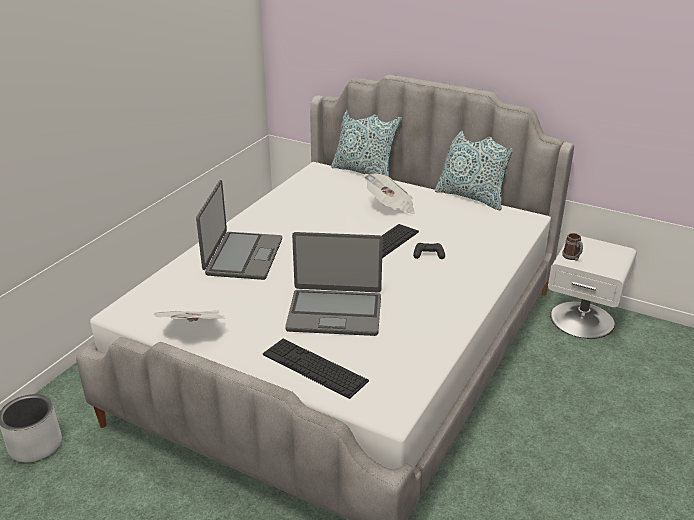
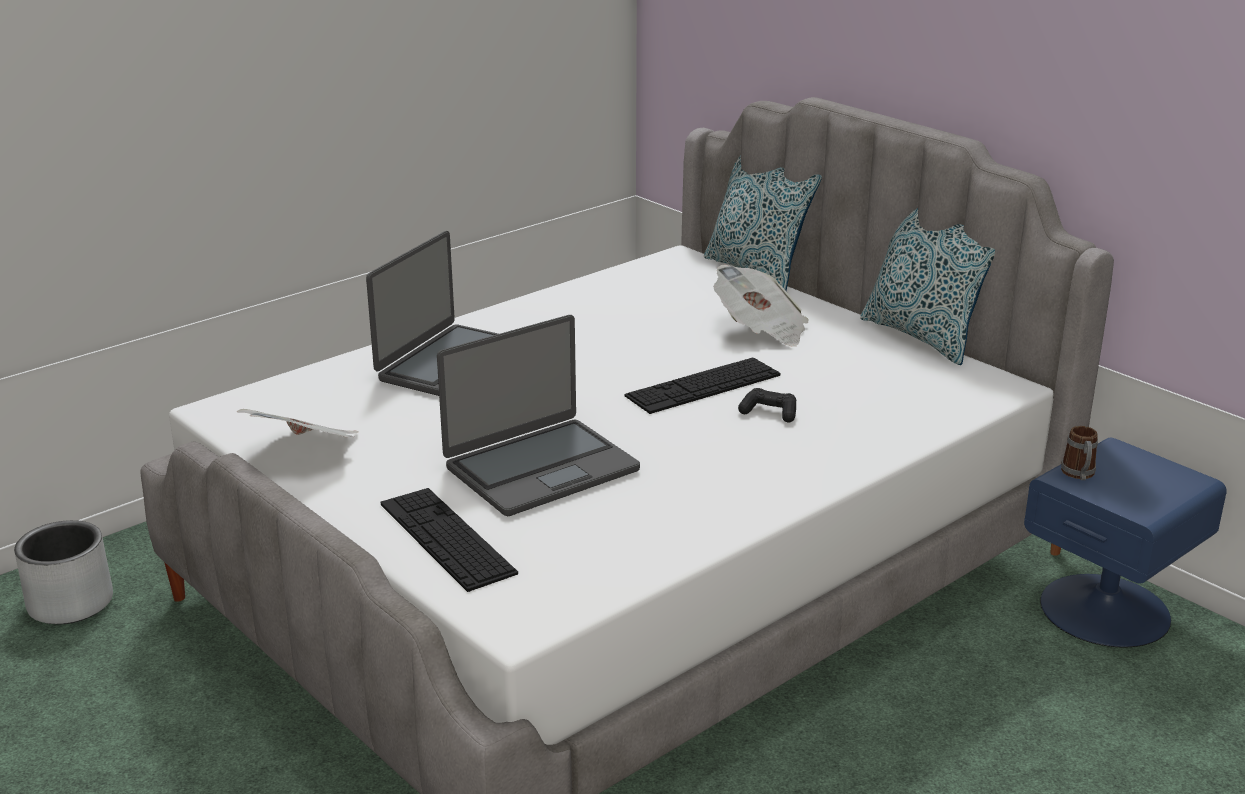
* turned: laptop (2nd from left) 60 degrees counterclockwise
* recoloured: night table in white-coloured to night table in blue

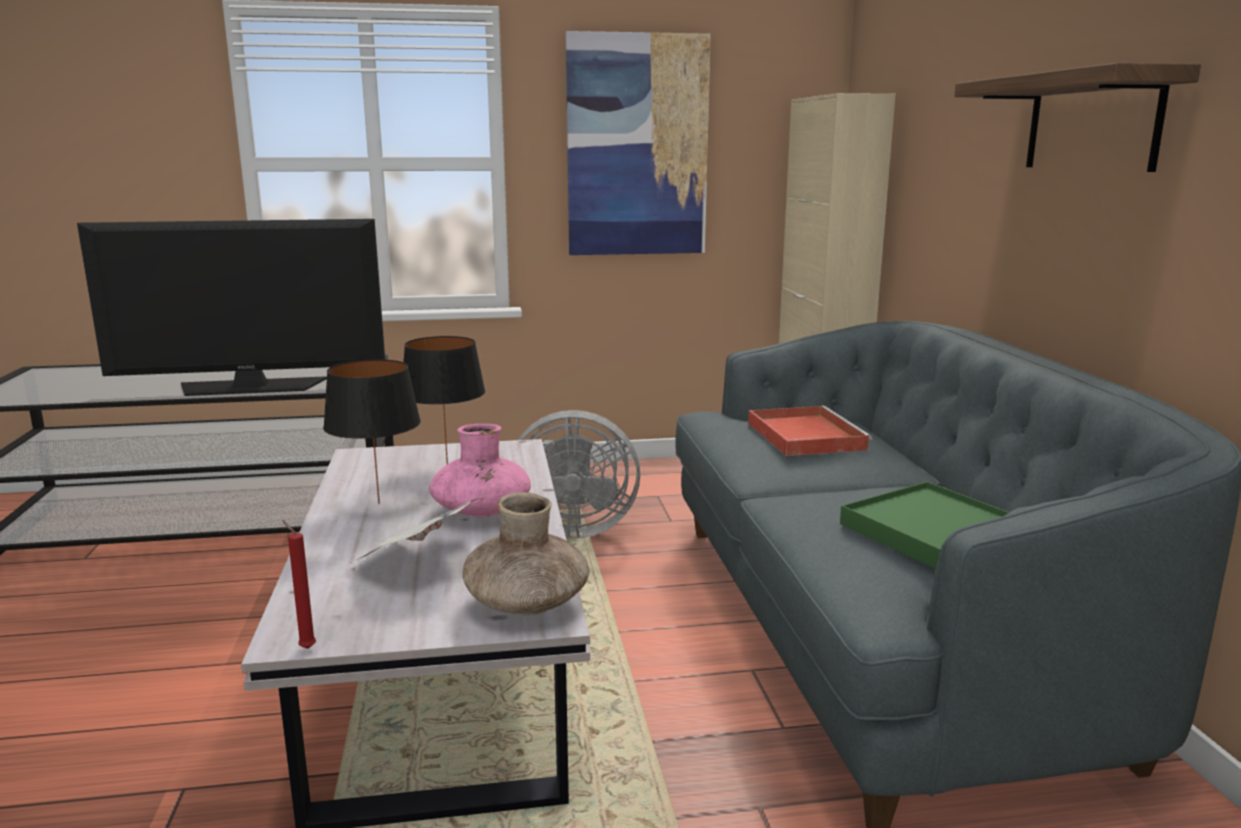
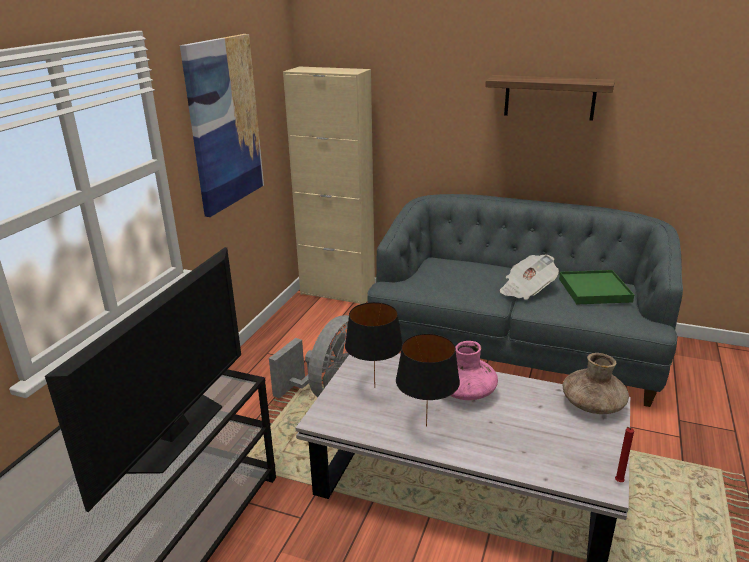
* moved: daily paper
* removed: carrying tray in red-coloured

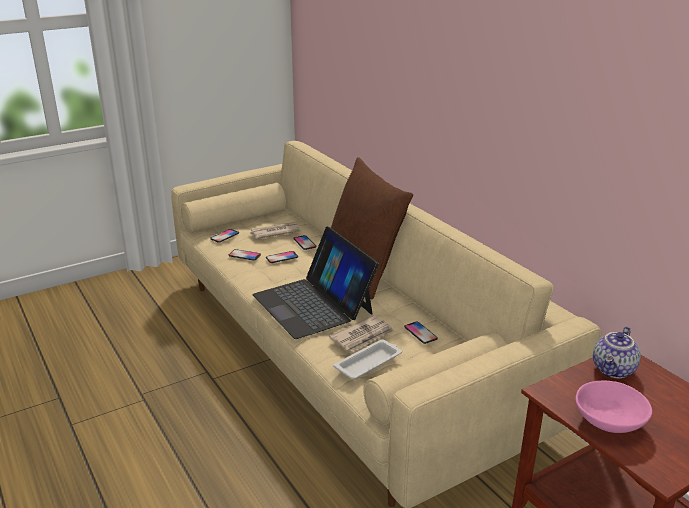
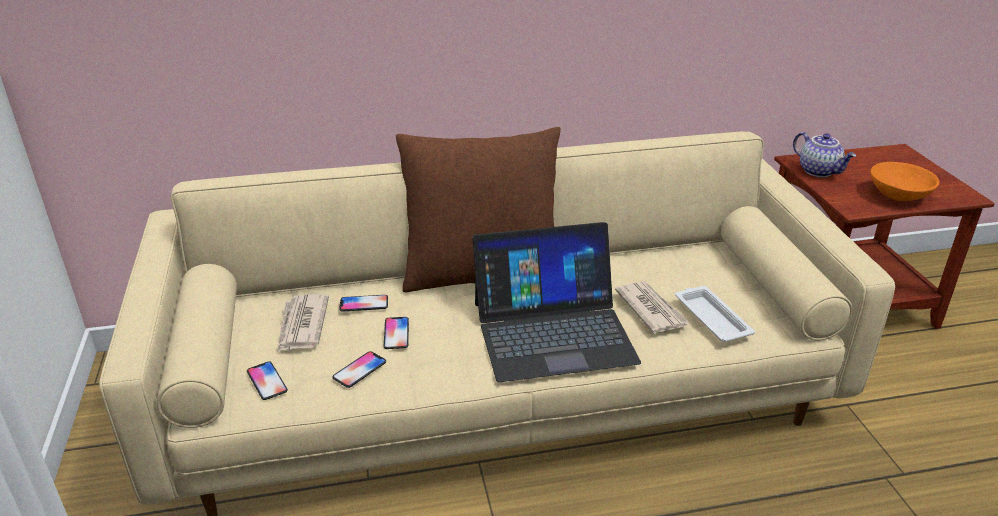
* recoloured: bowl in pink to bowl in orangey
* removed: telephone (5th from left)

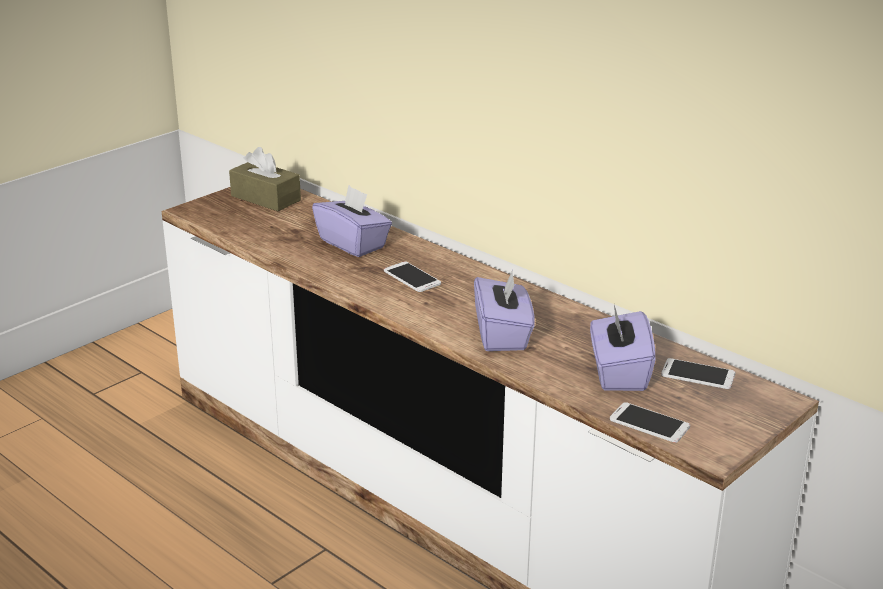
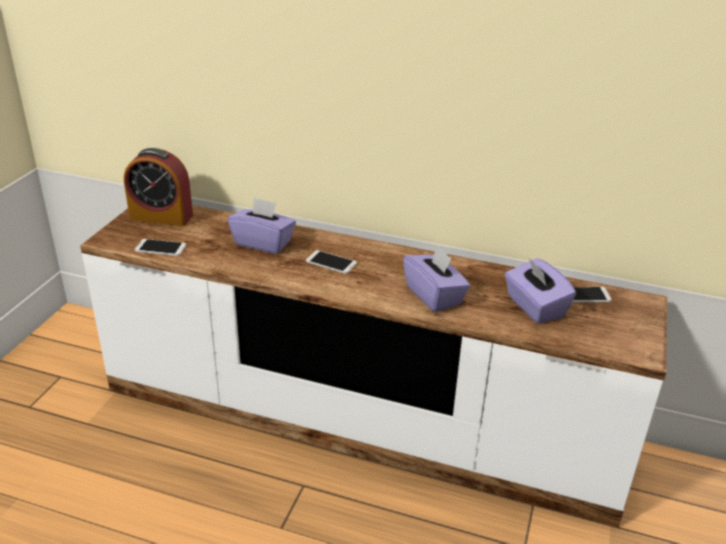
* replaced: box of tissues in brown-coloured to bedside clock
* moved: telephone (2nd from left in the first image) to telephone (1st from left)

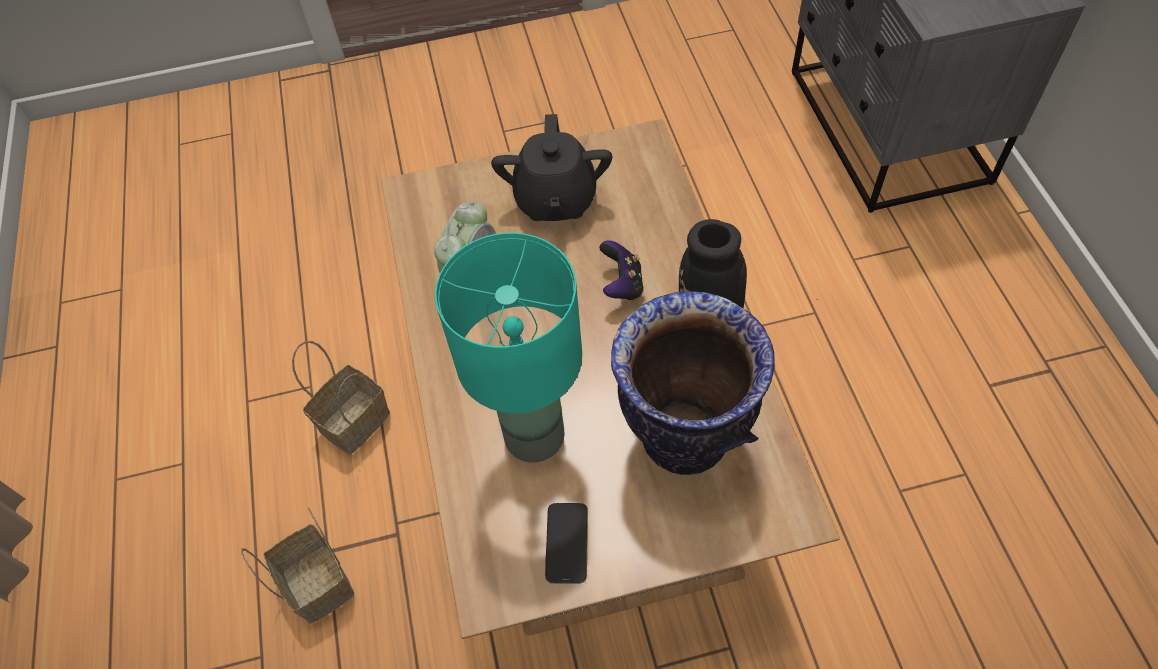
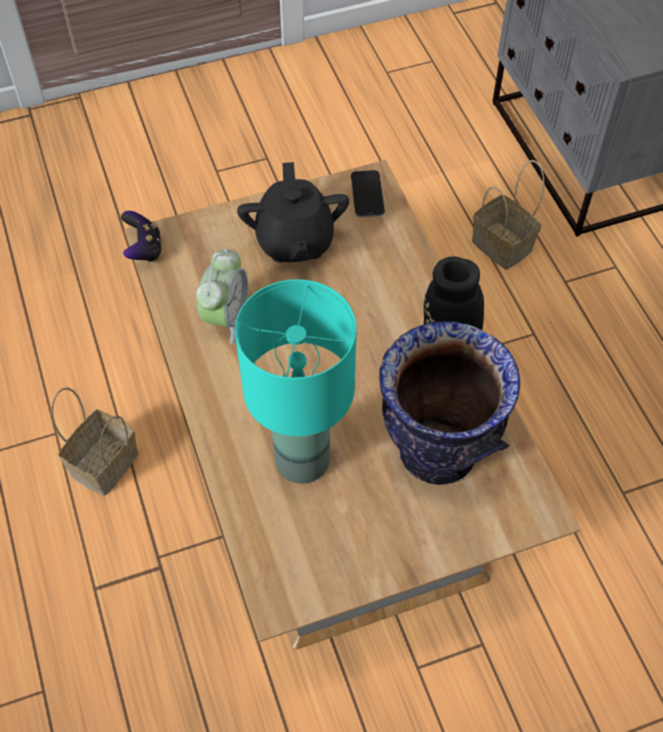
* moved: game controller
* moved: telephone
* moved: household basket (1st from left in the first image) to household basket (2nd from left)

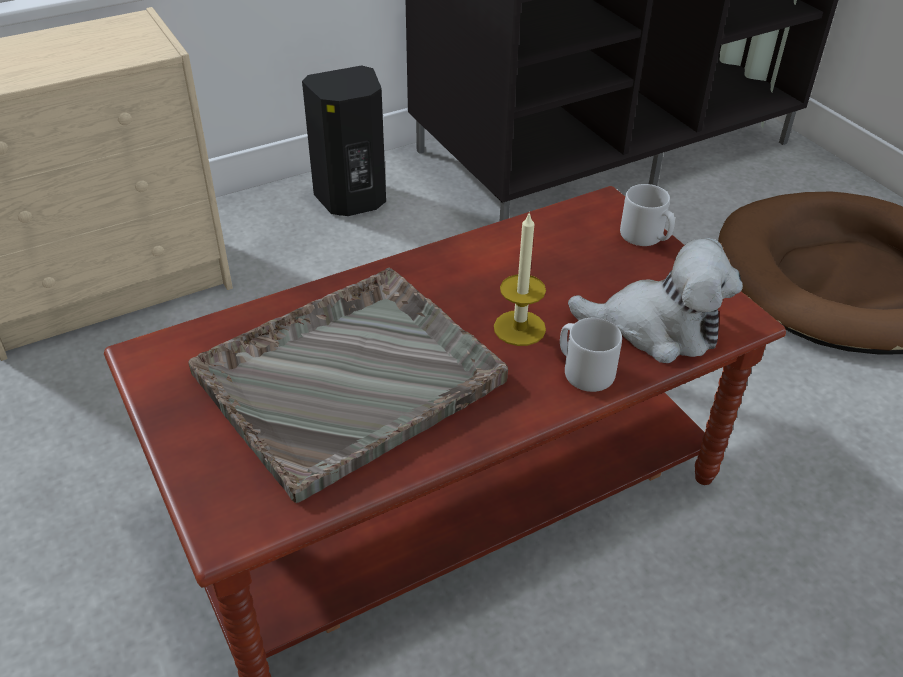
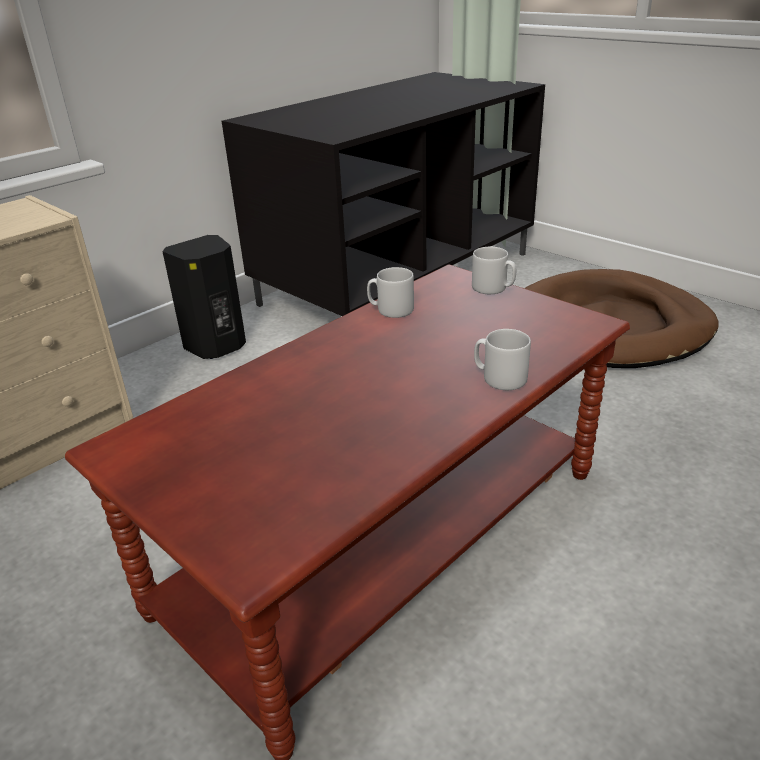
* added: coffee mug in greyish (1st from left)
* removed: carrying tray in greyish
* removed: wax candle
* removed: cuddly toy

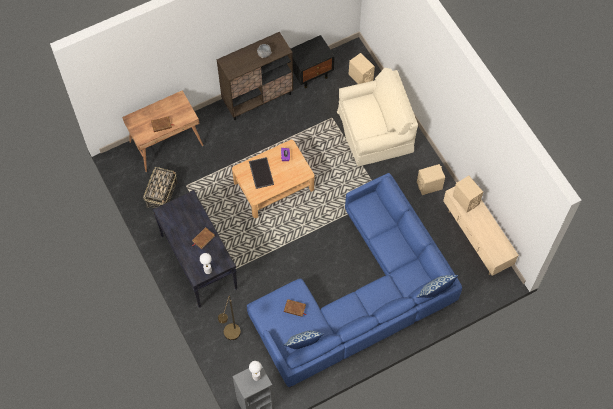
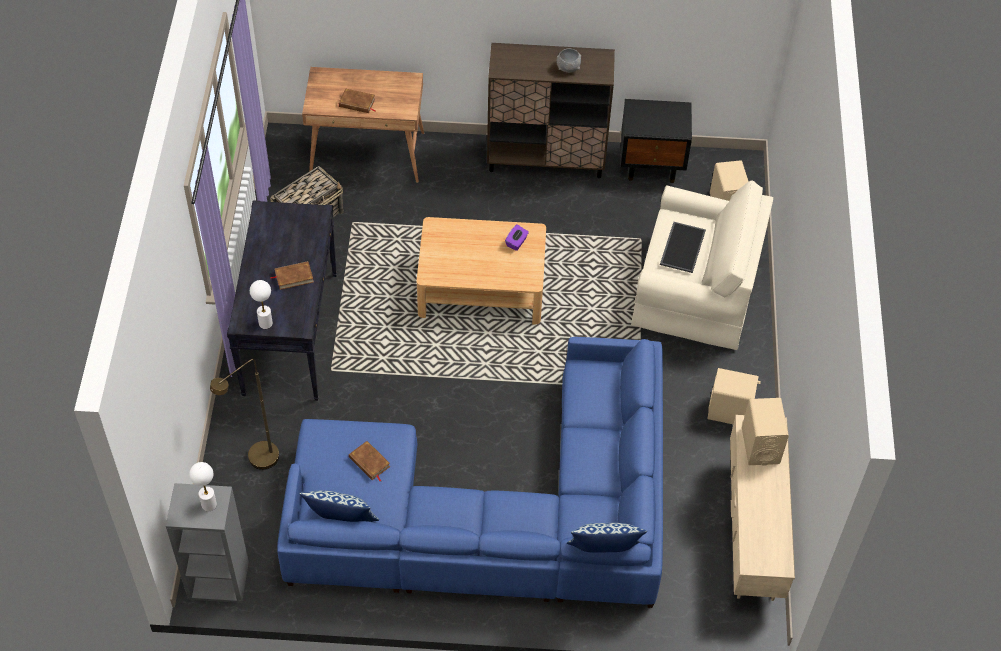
* moved: carrying tray

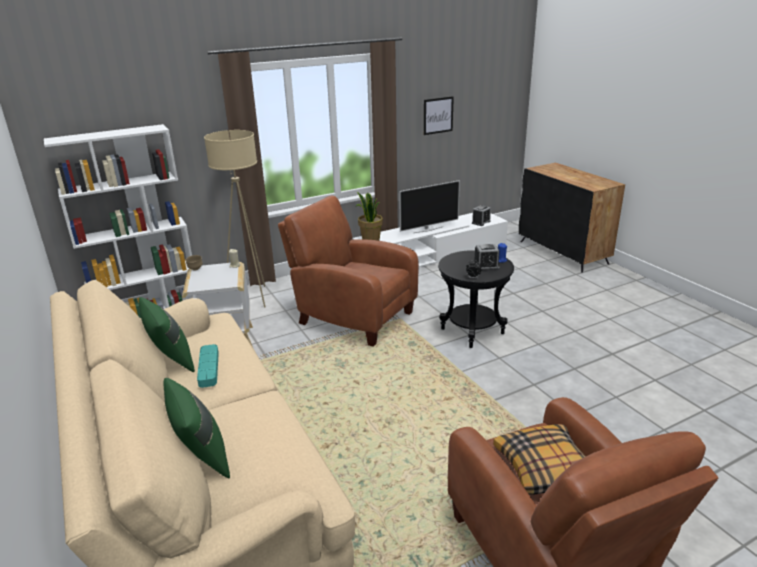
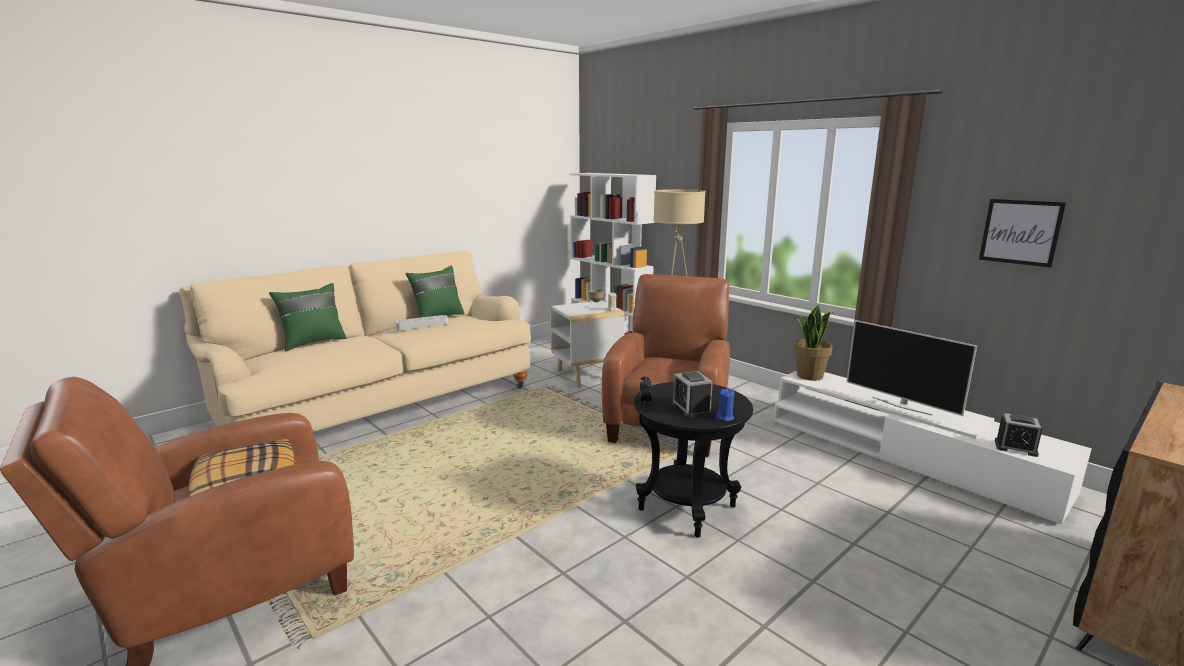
* recoloured: carrying tray in turquoise to carrying tray in greyish

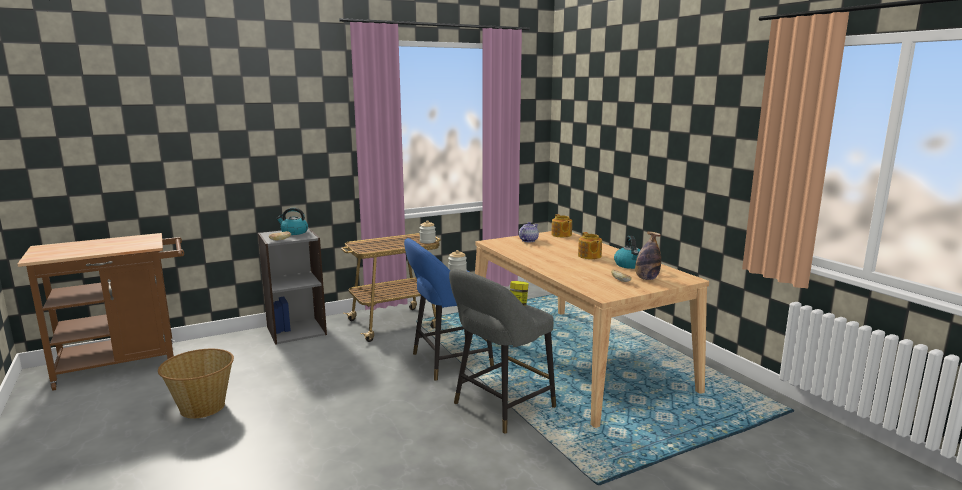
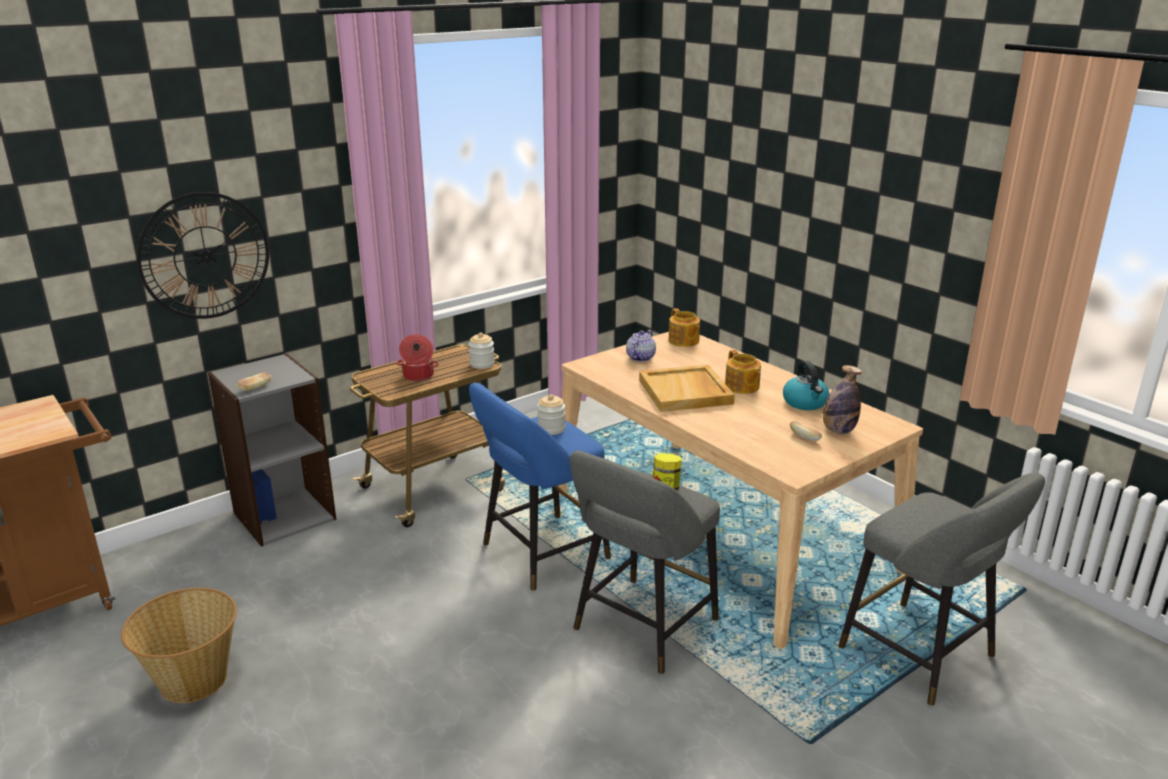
* added: hanging clock
* added: cooking pot
* added: carrying tray in beige
* added: sitting stool in greyish (2nd from left)
* removed: kettle (1st from left)

